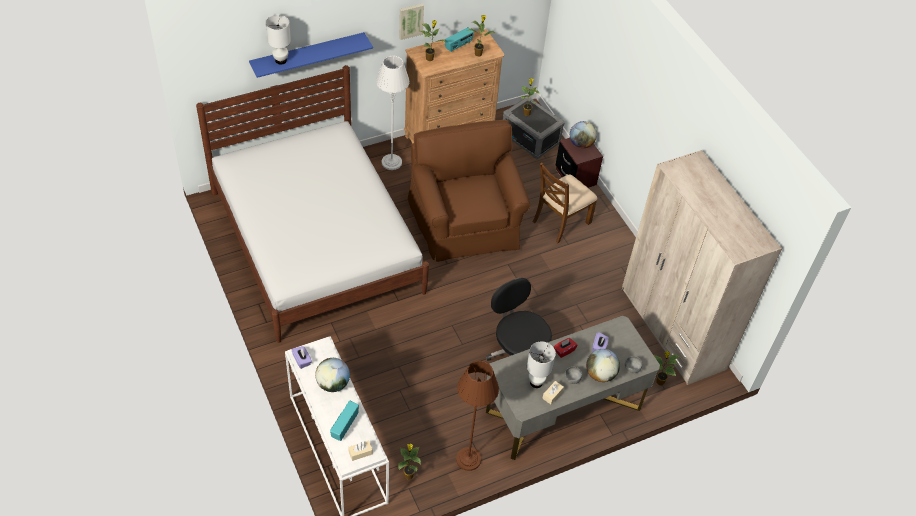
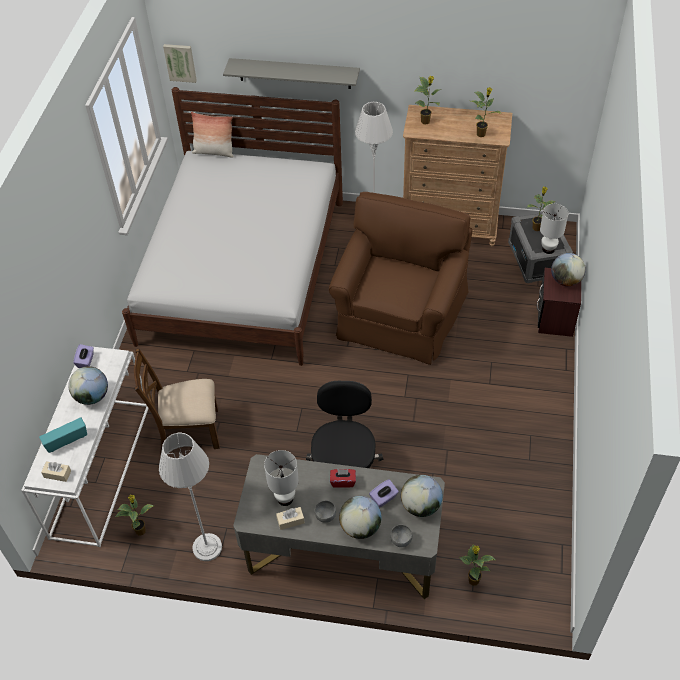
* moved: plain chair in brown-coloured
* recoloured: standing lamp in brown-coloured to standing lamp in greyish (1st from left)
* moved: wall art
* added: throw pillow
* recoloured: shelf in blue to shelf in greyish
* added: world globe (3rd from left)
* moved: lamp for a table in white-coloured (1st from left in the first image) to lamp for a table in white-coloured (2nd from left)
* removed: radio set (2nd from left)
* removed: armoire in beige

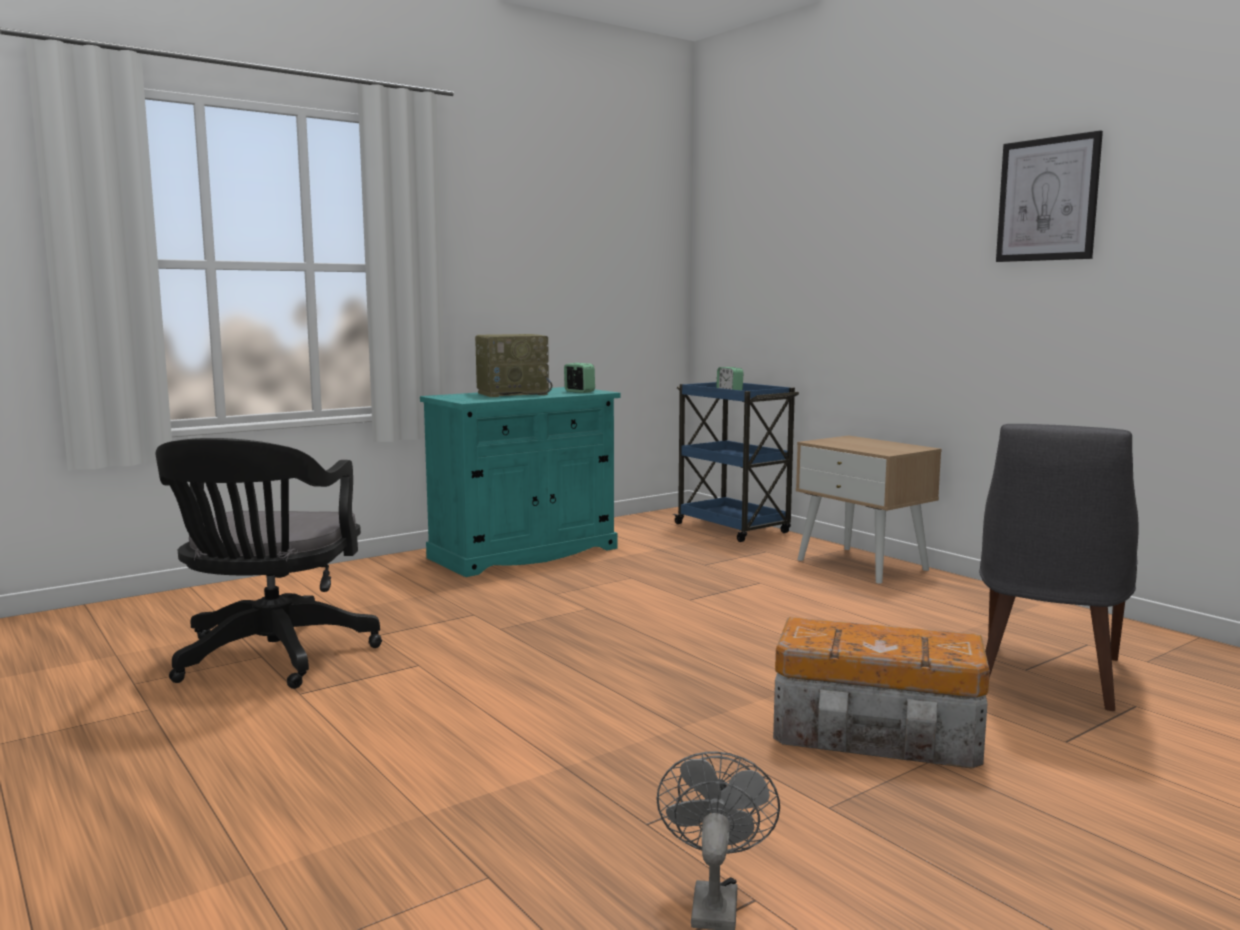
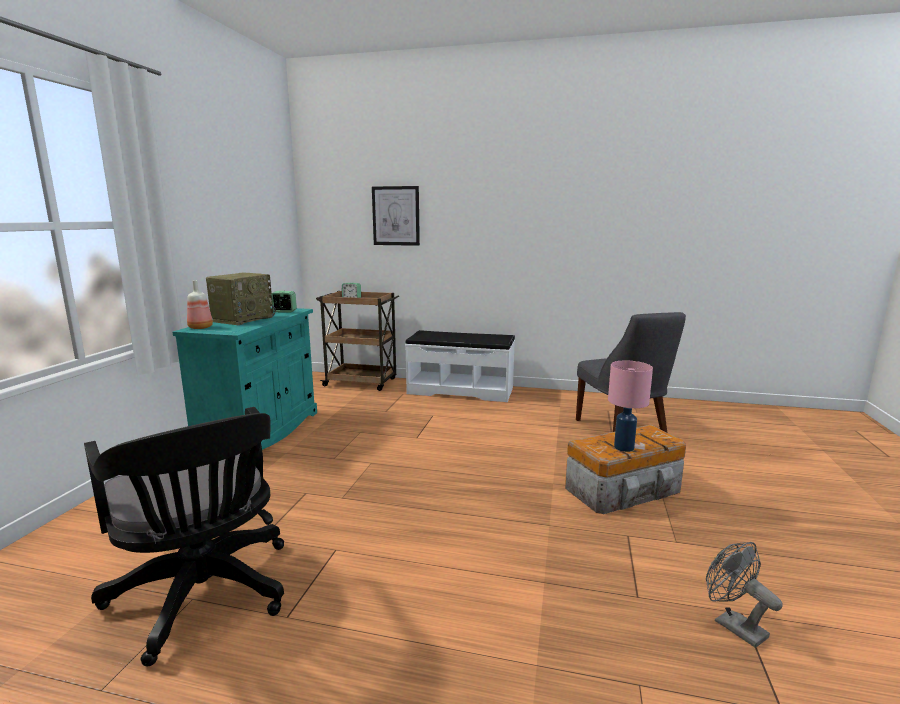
* added: drink bottle
* recoloured: wheeled cart in blue to wheeled cart in brown-coloured
* moved: wall art
* replaced: night table in beige to long seat in white-coloured
* added: lamp for a table in pink

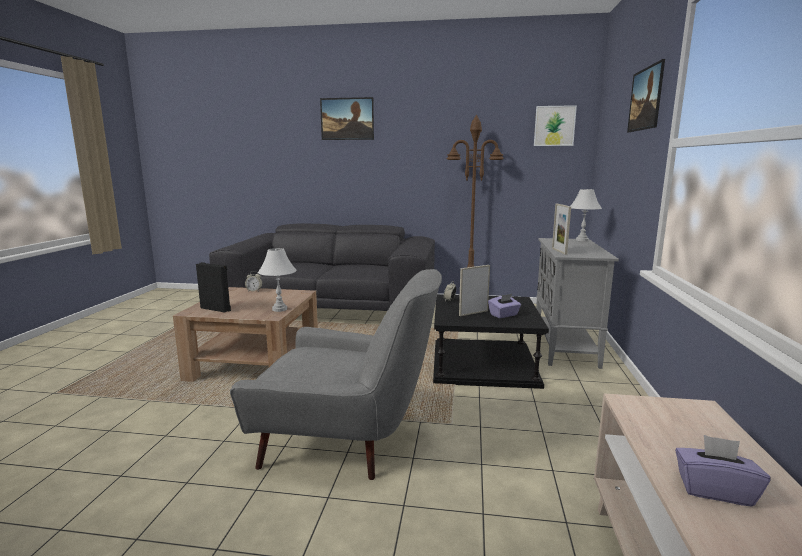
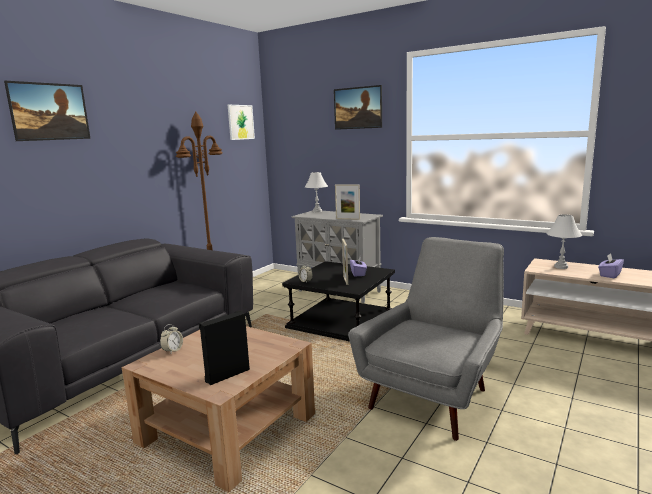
* moved: lamp for a table in white-coloured (1st from left in the first image) to lamp for a table in white-coloured (2nd from left)

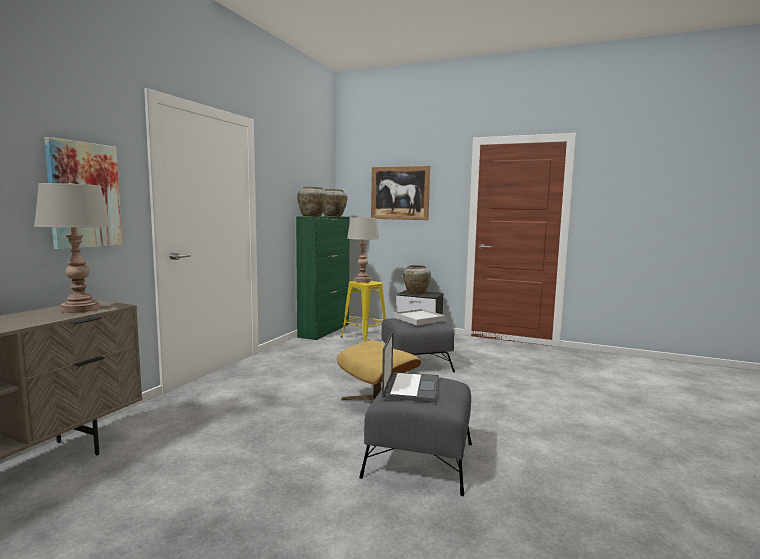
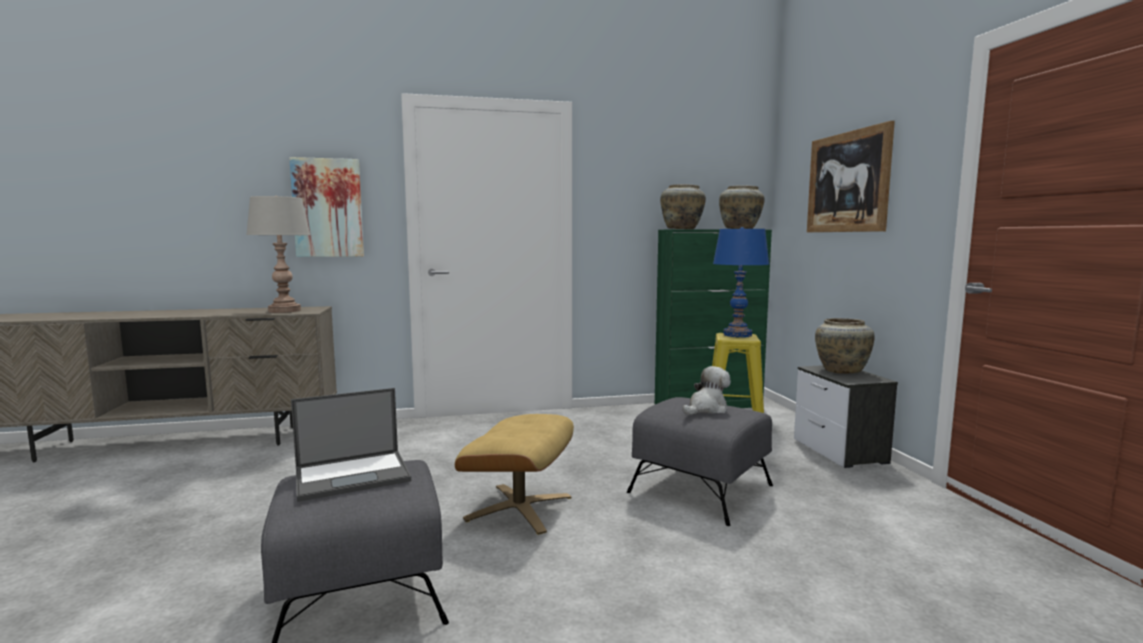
* replaced: carrying tray in white-coloured to cuddly toy
* recoloured: lamp for a table in greyish (2nd from left) to lamp for a table in blue

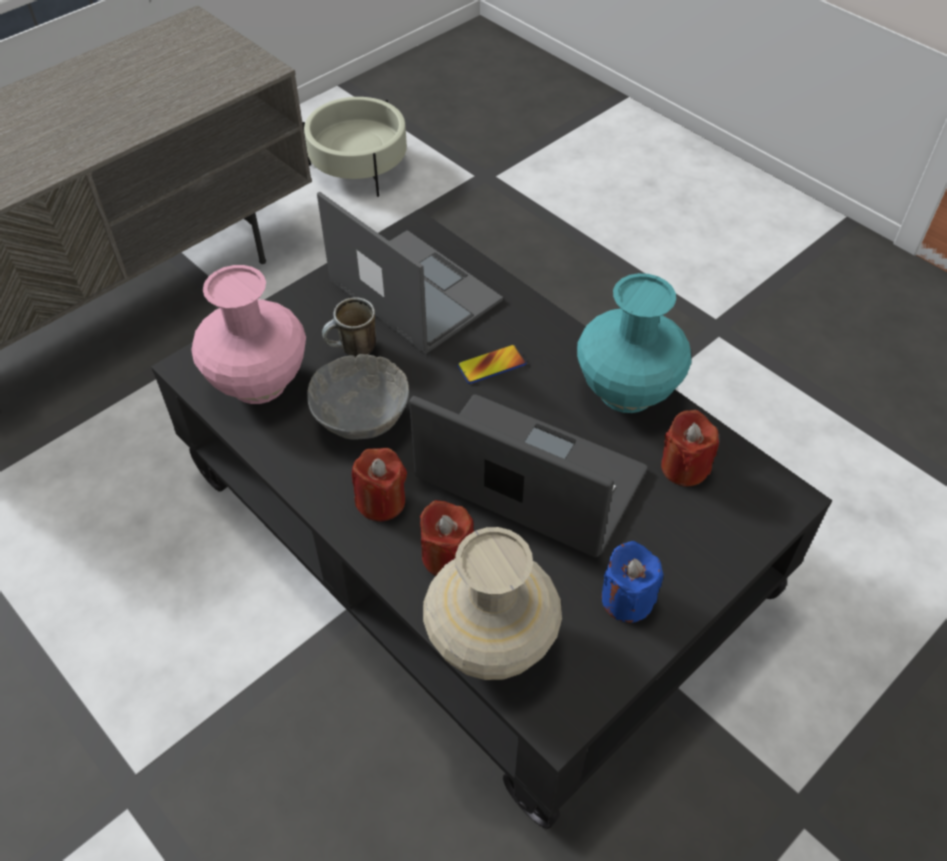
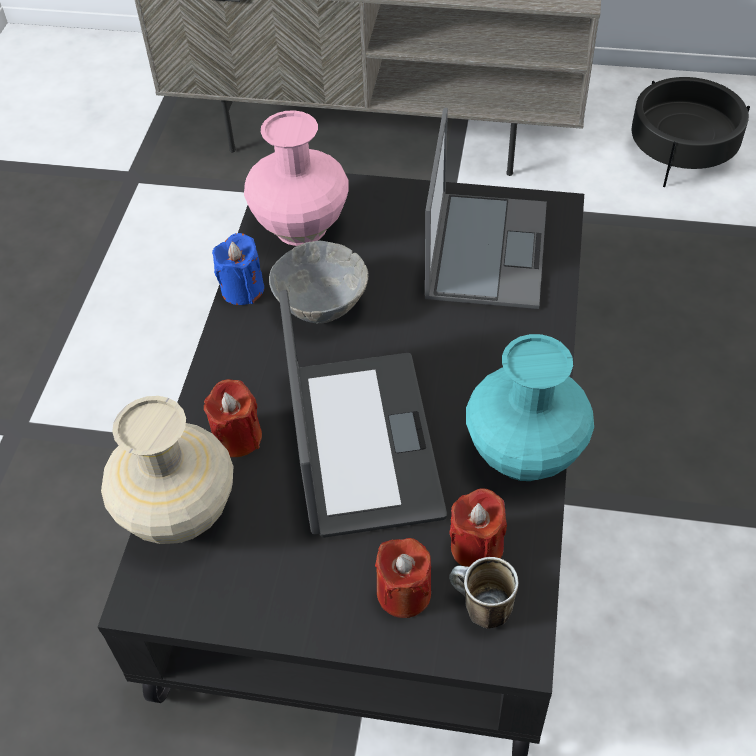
* moved: wax candle in blue
* moved: wax candle in red-coloured (1st from left in the first image) to wax candle in red-coloured (2nd from left)
* moved: coffee mug
* recoloured: planter in beige to planter in blackish
* removed: telephone

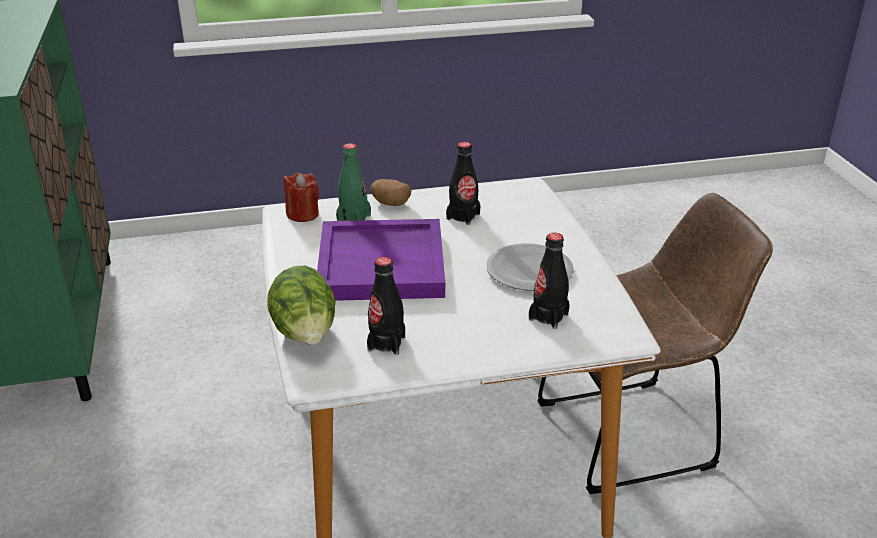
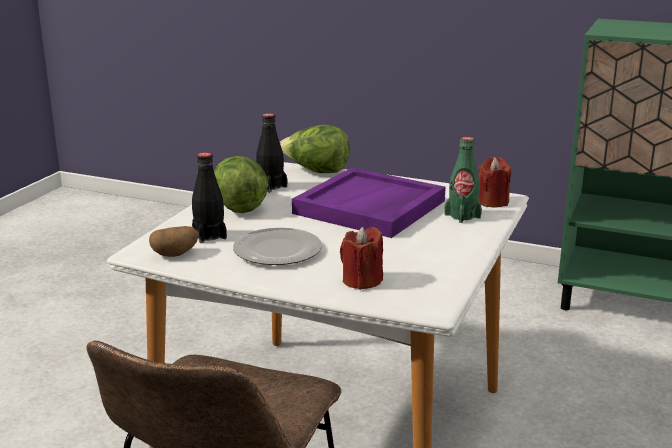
* moved: spud
* added: head of lettuce (1st from left)
* added: wax candle in red-coloured (1st from left)
* removed: drink bottle in blackish (2nd from left)

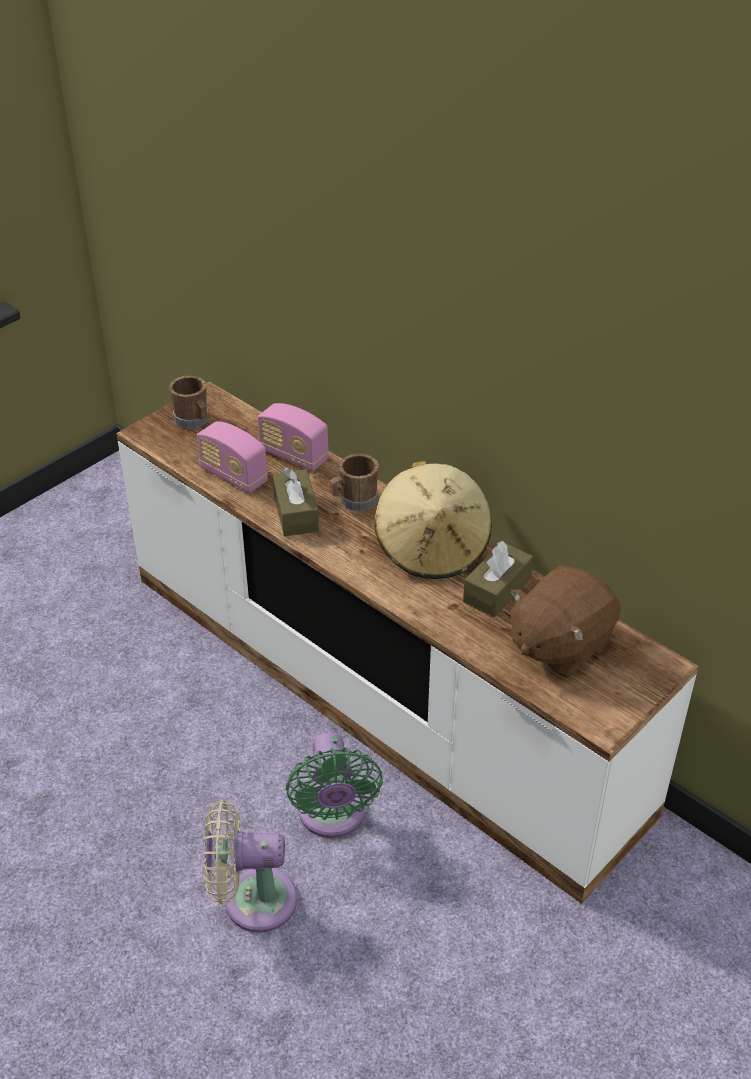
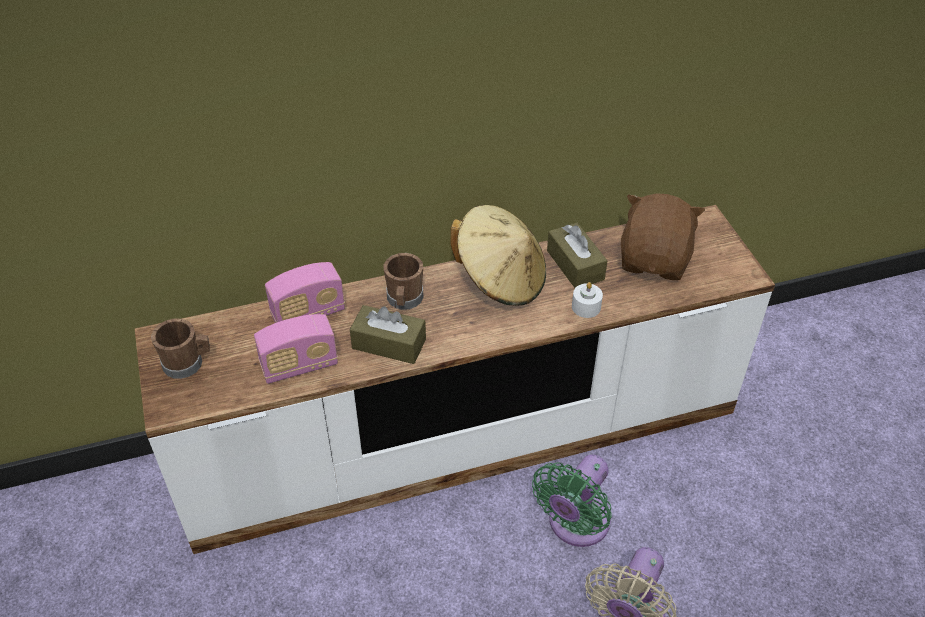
* turned: cooling fan in greenish 105 degrees clockwise
* added: wax candle in white-coloured
* turned: cuddly toy in brown-coloured 150 degrees counterclockwise

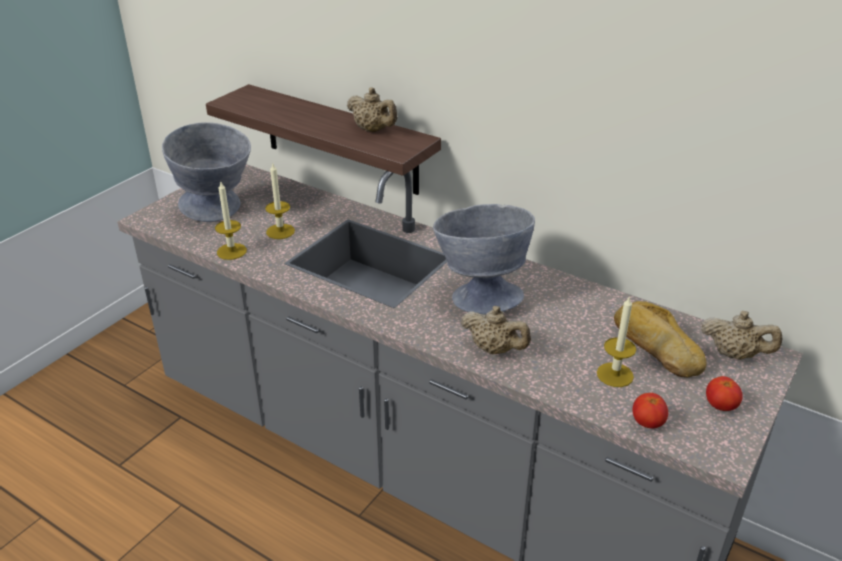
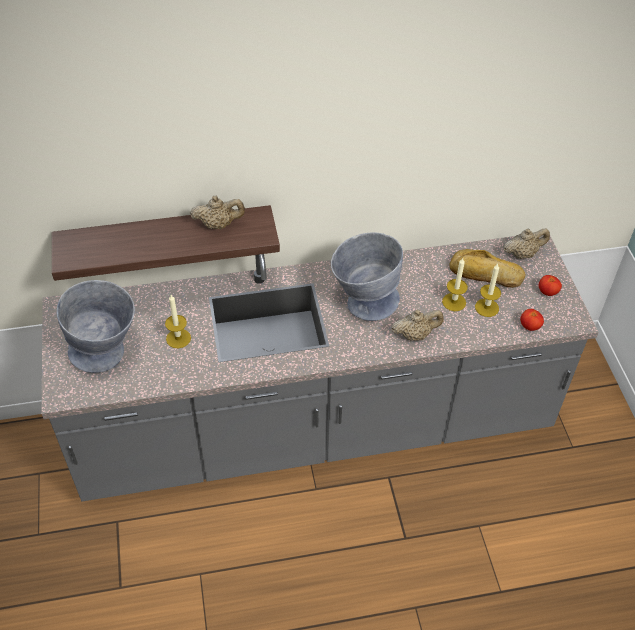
* moved: wax candle (1st from left in the first image) to wax candle (2nd from left)

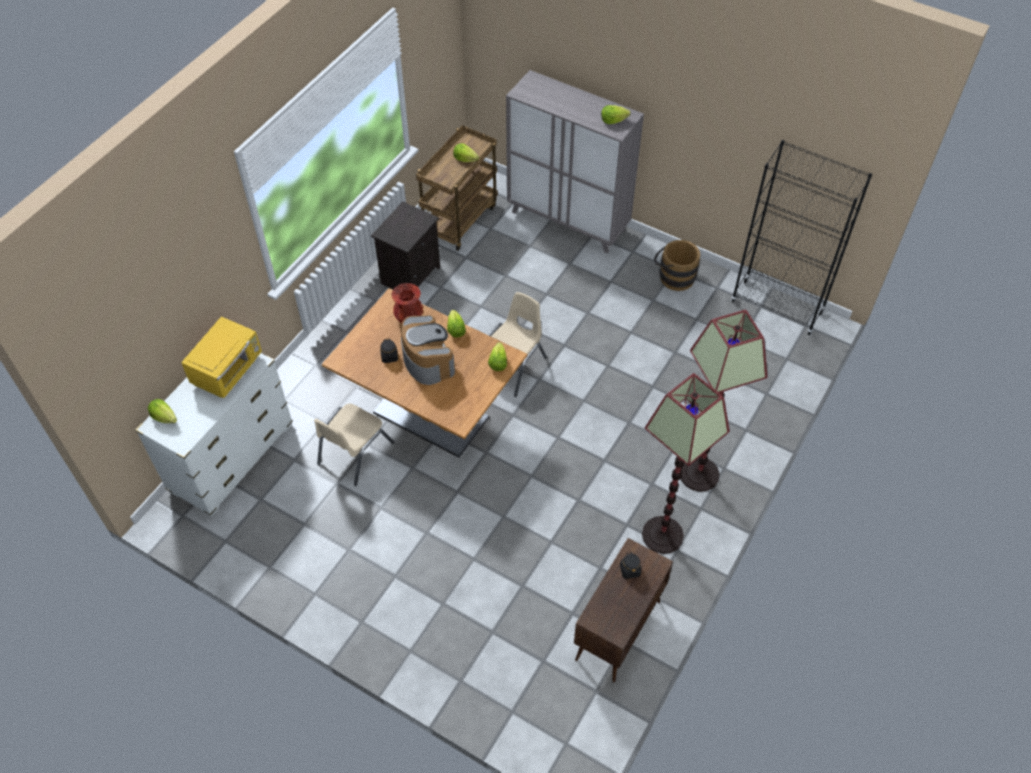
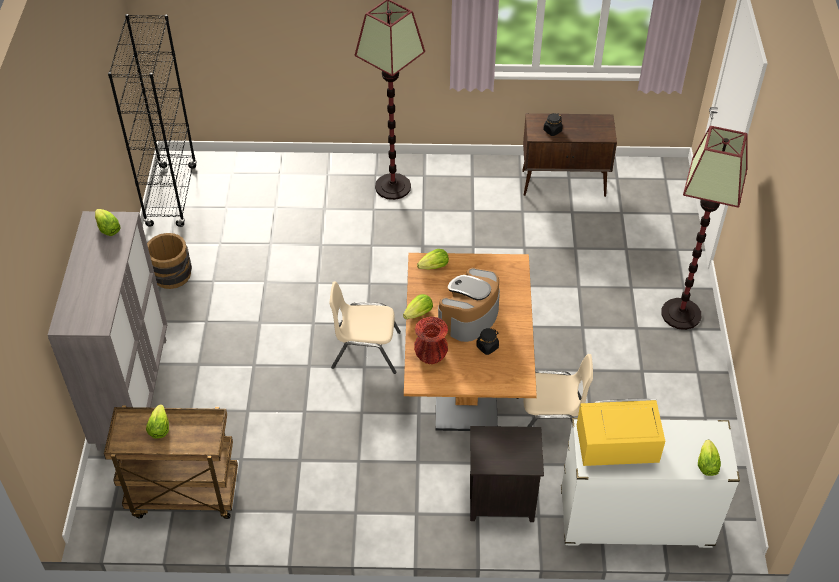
* moved: night table in blackish
* moved: standing lamp (1st from left in the first image) to standing lamp (2nd from left)

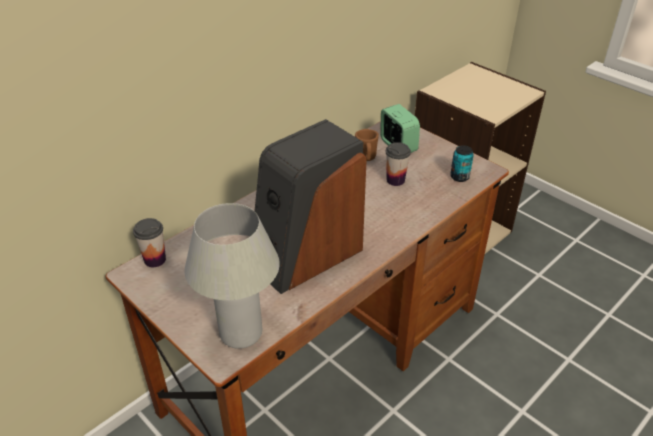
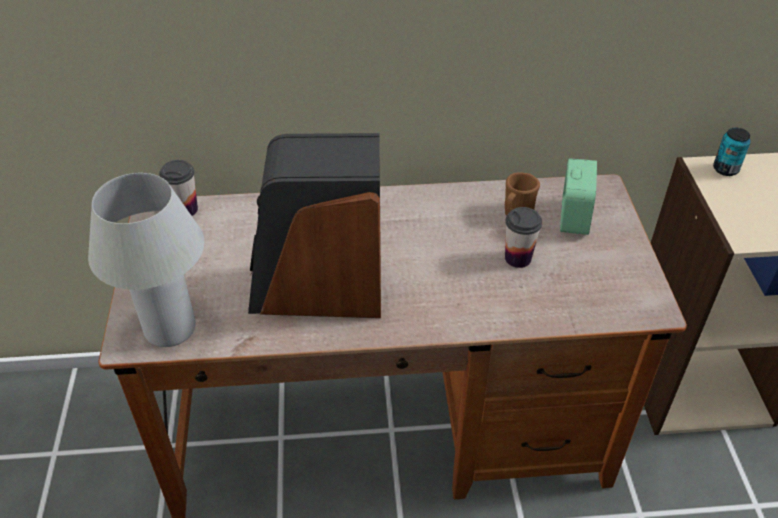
* moved: metal can

